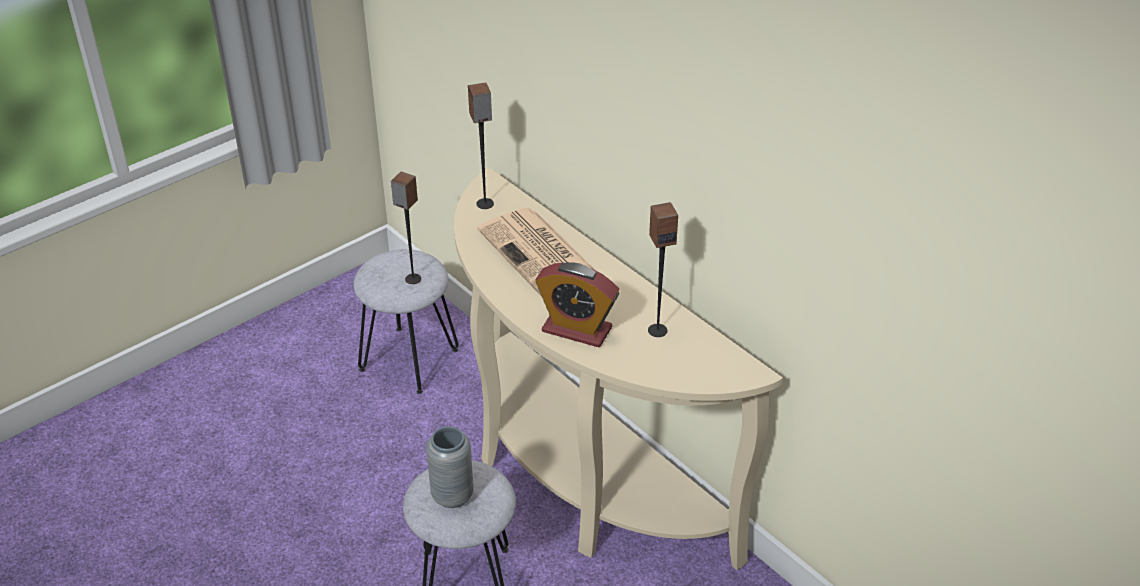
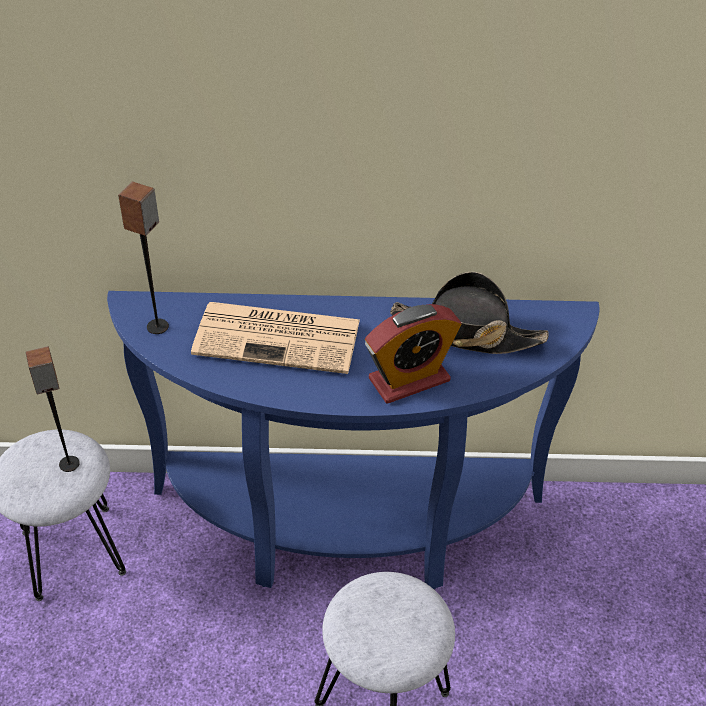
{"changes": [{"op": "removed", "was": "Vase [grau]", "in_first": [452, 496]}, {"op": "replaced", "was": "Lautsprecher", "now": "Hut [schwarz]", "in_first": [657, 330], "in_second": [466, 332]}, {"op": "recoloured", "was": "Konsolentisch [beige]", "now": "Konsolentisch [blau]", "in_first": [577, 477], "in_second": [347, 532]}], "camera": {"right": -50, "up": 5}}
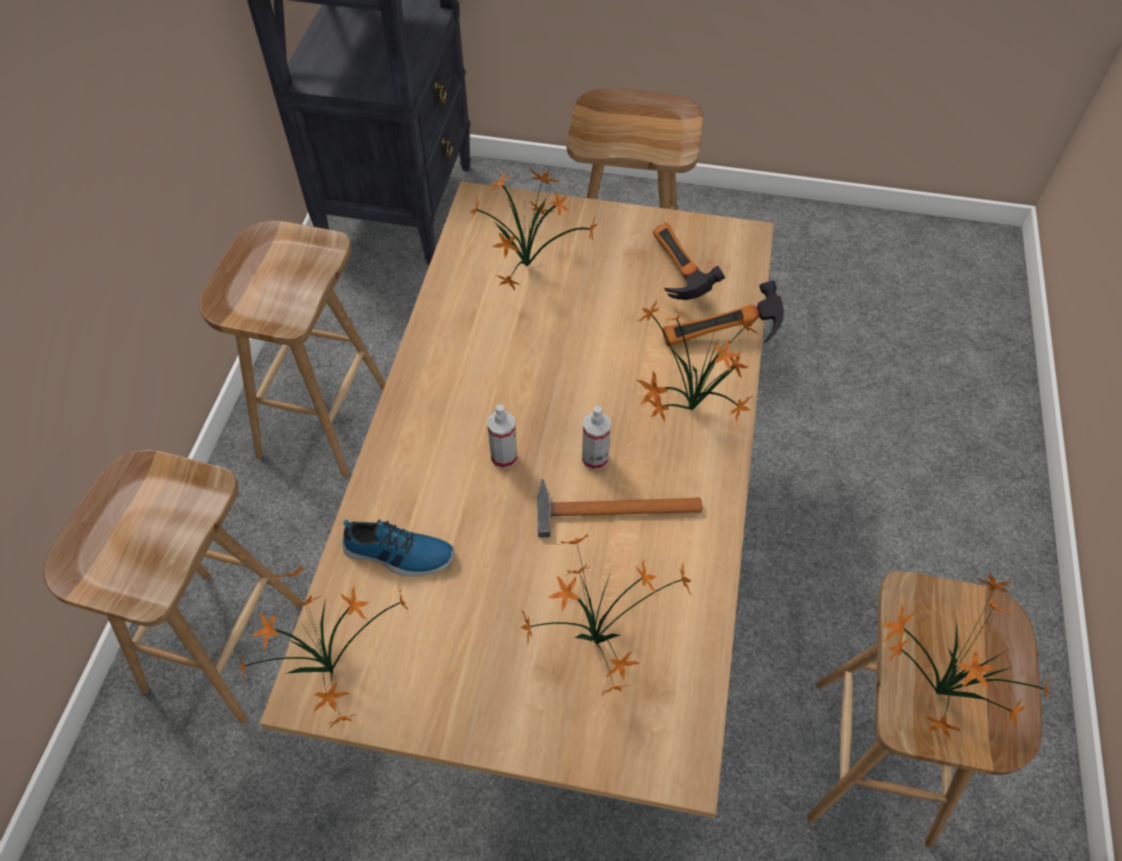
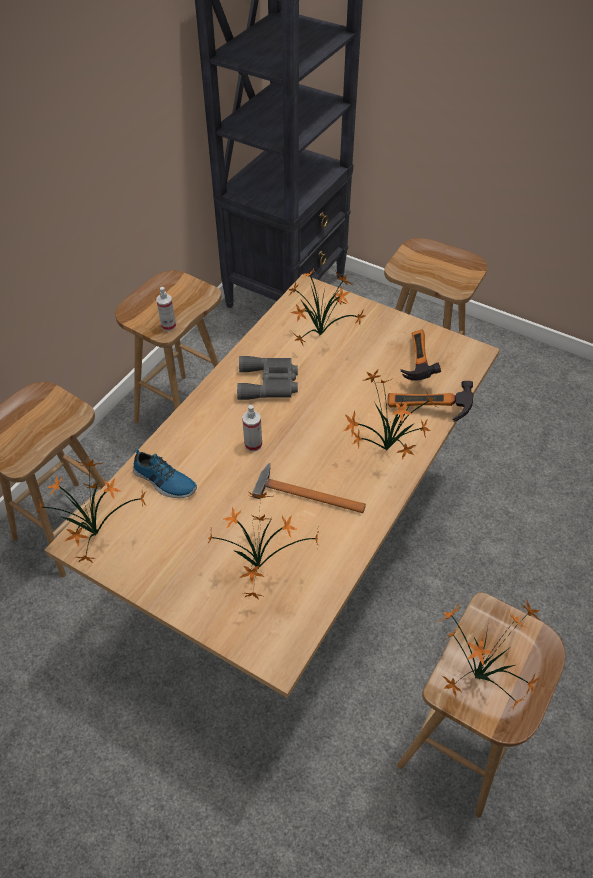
{"changes": [{"op": "added", "now": "Fernglas [grau]", "in_second": [269, 383]}, {"op": "moved", "was": "Sprühflasche", "in_first": [595, 459], "in_second": [168, 326]}], "camera": {"right": 20, "up": -5}}
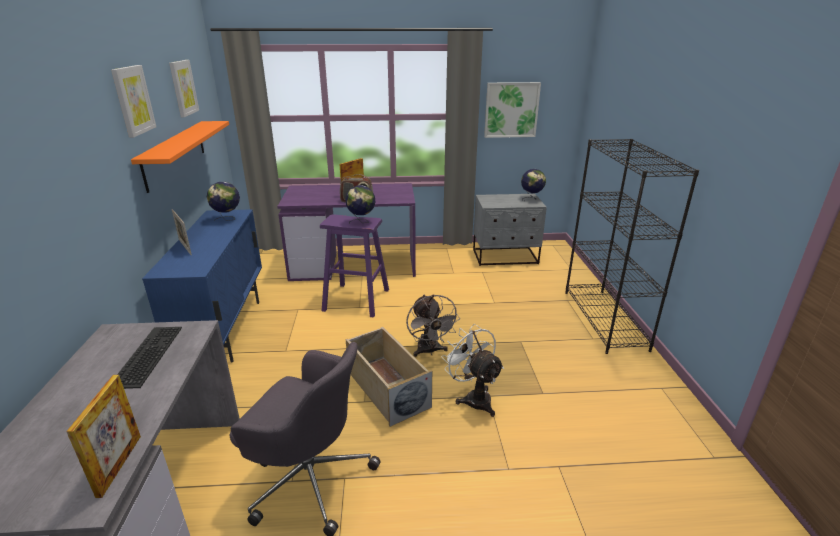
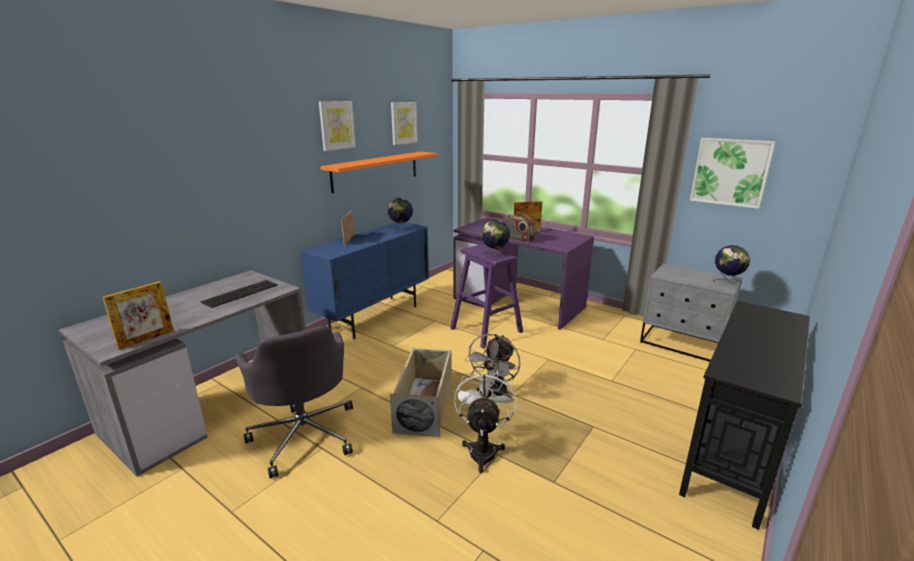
{"changes": [{"op": "replaced", "was": "Bücherregal [schwarz]", "now": "Konsolentisch [schwarz]", "in_first": [604, 320], "in_second": [732, 453]}], "camera": {"right": 40, "up": -5}}
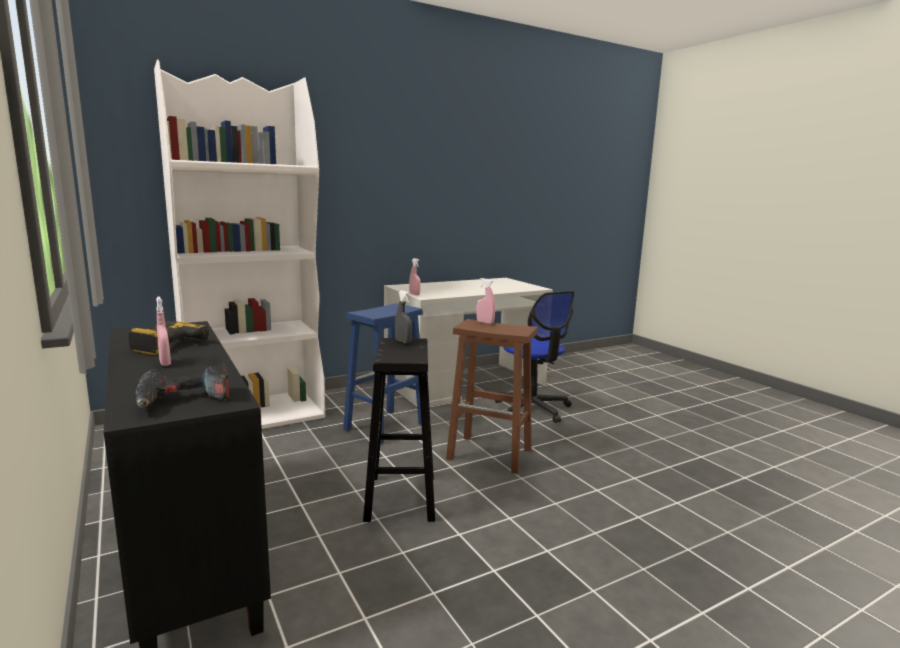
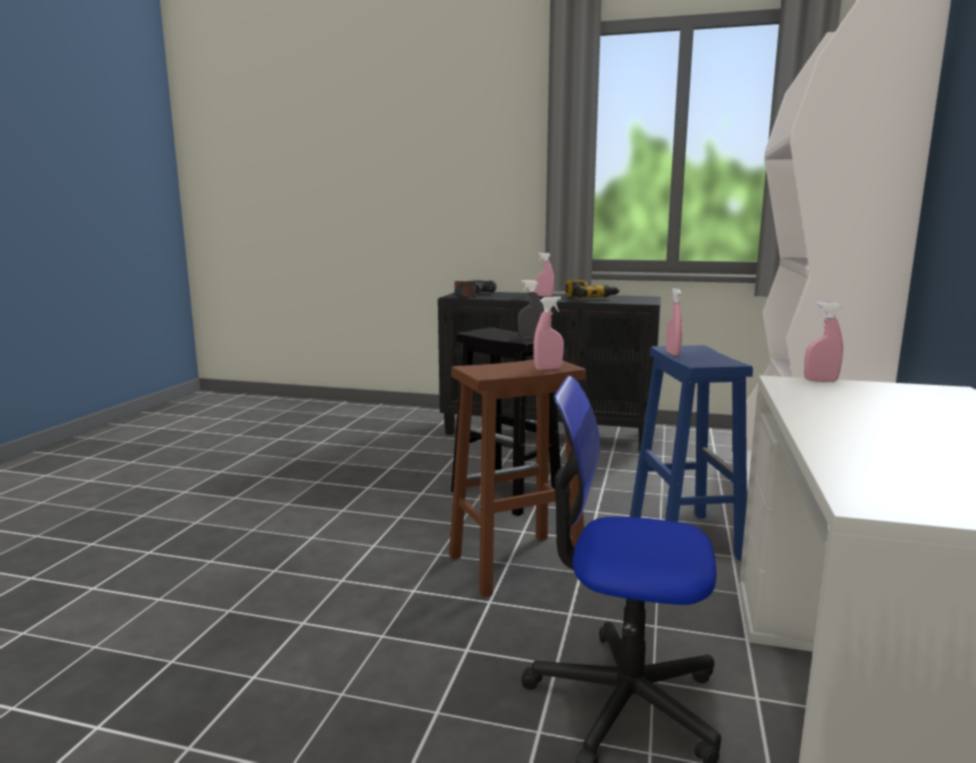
{"changes": [{"op": "added", "now": "Sprühflasche [rosa]", "in_second": [672, 353]}], "camera": {"right": 135, "up": 0}}
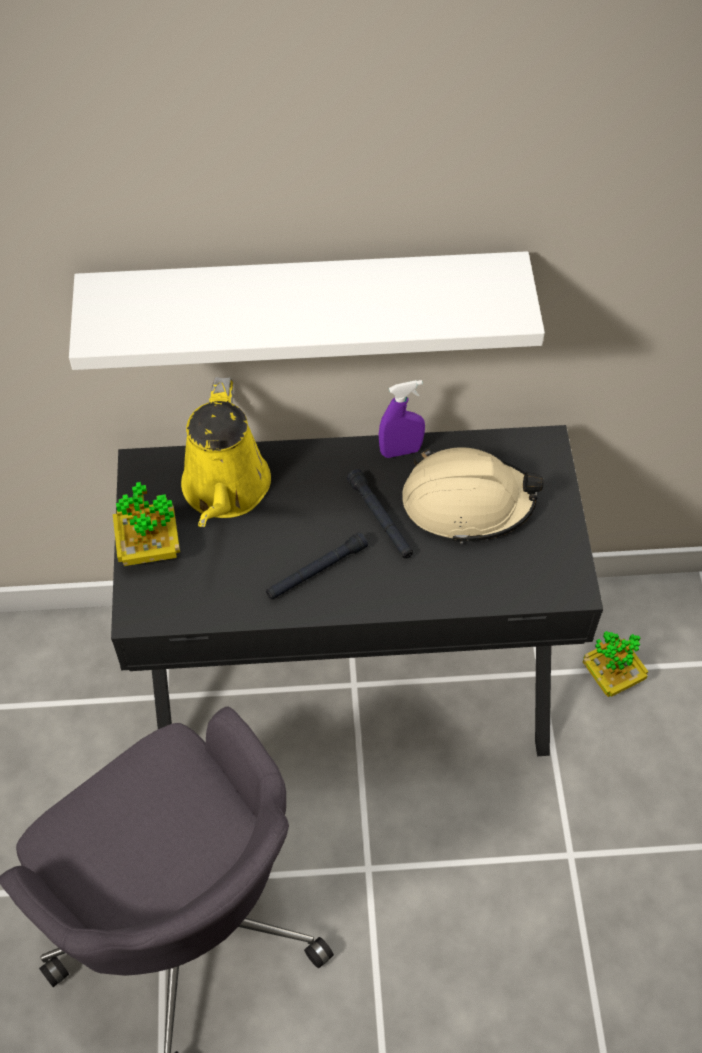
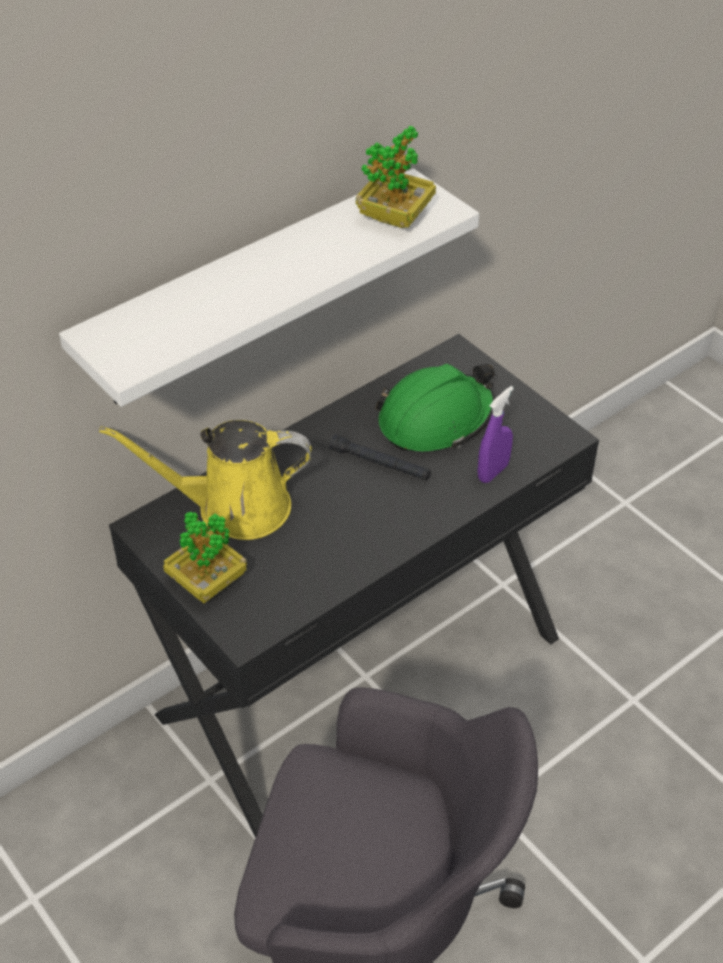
{"changes": [{"op": "removed", "was": "Taschenlampe [schwarz]", "in_first": [316, 571]}, {"op": "moved", "was": "Sprühflasche [lila]", "in_first": [400, 451], "in_second": [493, 472]}, {"op": "moved", "was": "Topfpflanze", "in_first": [611, 676], "in_second": [395, 217]}, {"op": "recoloured", "was": "Schutzhelm [beige]", "now": "Schutzhelm [grün]", "in_first": [467, 502], "in_second": [436, 419]}, {"op": "turned", "was": "Gießkanne [gelb]", "in_first": [225, 490], "in_second": [234, 507], "clockwise": 120}], "camera": {"right": -35, "up": -10}}
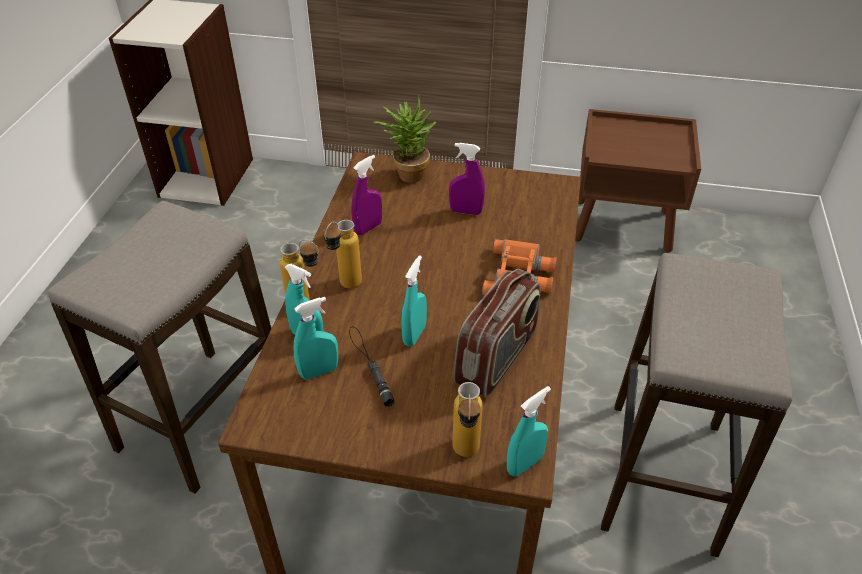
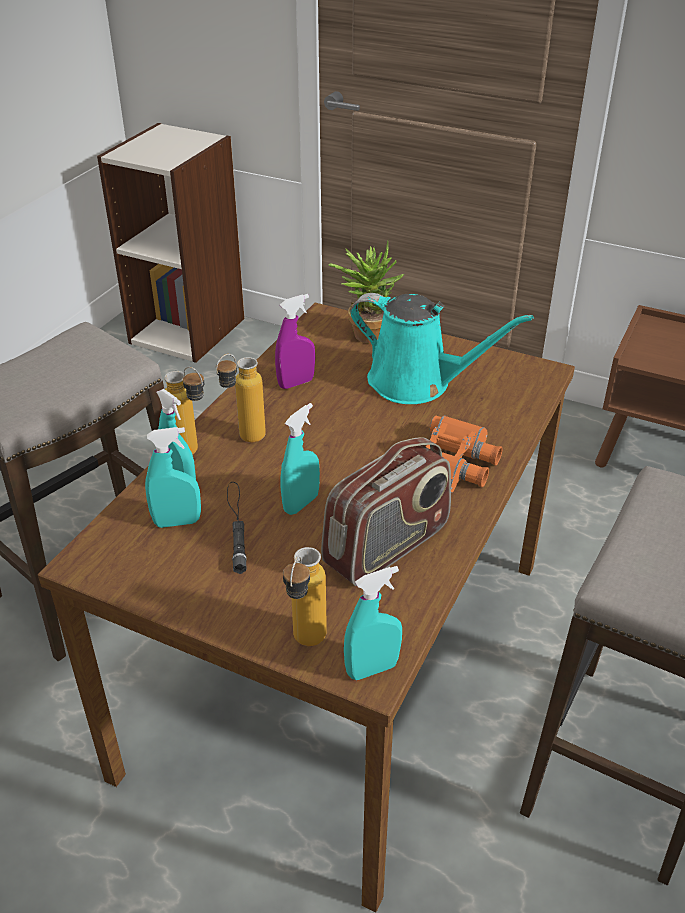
{"changes": [{"op": "replaced", "was": "Sprühflasche [lila]", "now": "Gießkanne [türkis]", "in_first": [466, 211], "in_second": [417, 383]}], "camera": {"right": 15, "up": -5}}
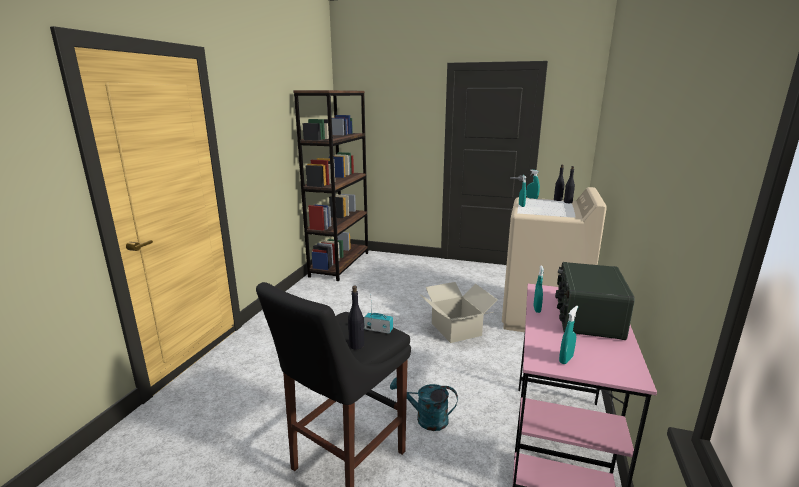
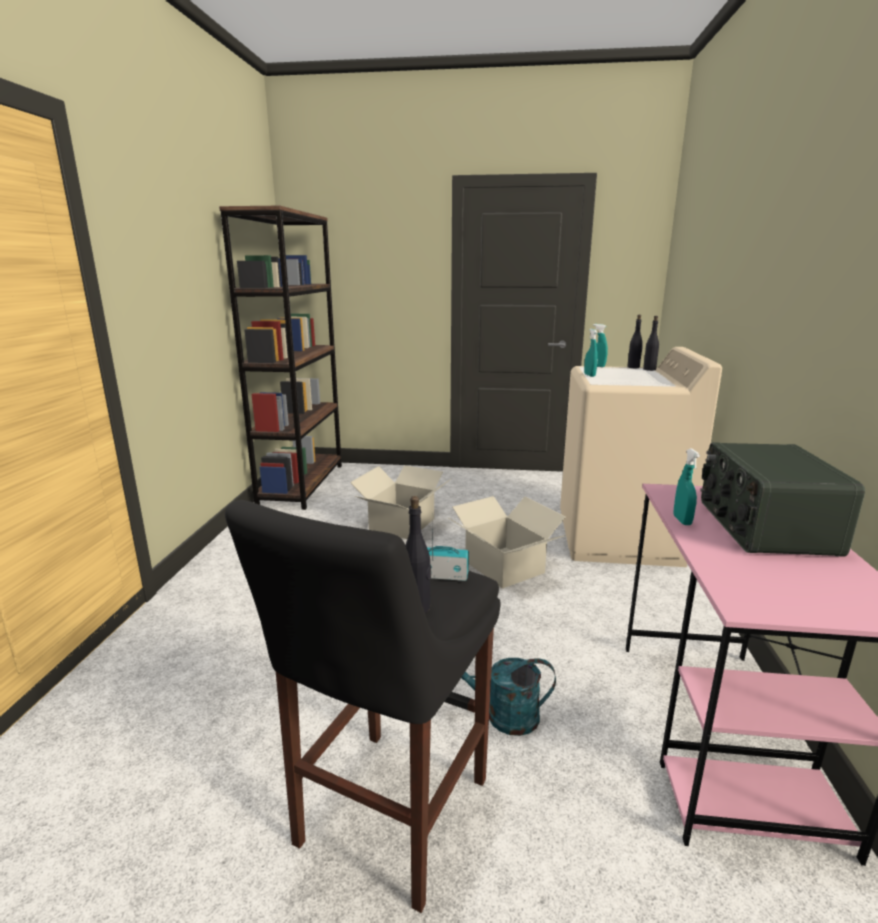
{"changes": [{"op": "removed", "was": "Sprühflasche [türkis]", "in_first": [566, 359]}, {"op": "added", "now": "Karton", "in_second": [403, 524]}], "camera": {"right": -10, "up": 0}}
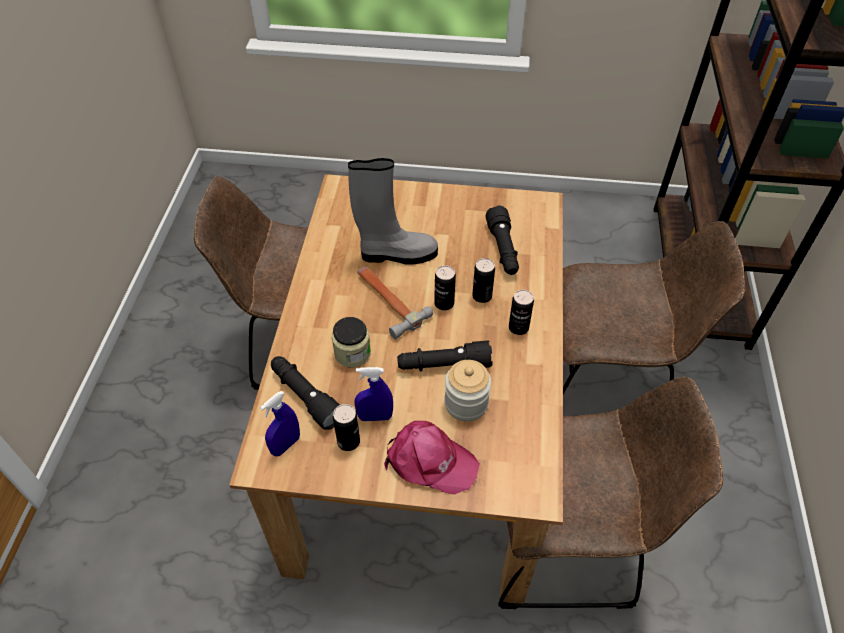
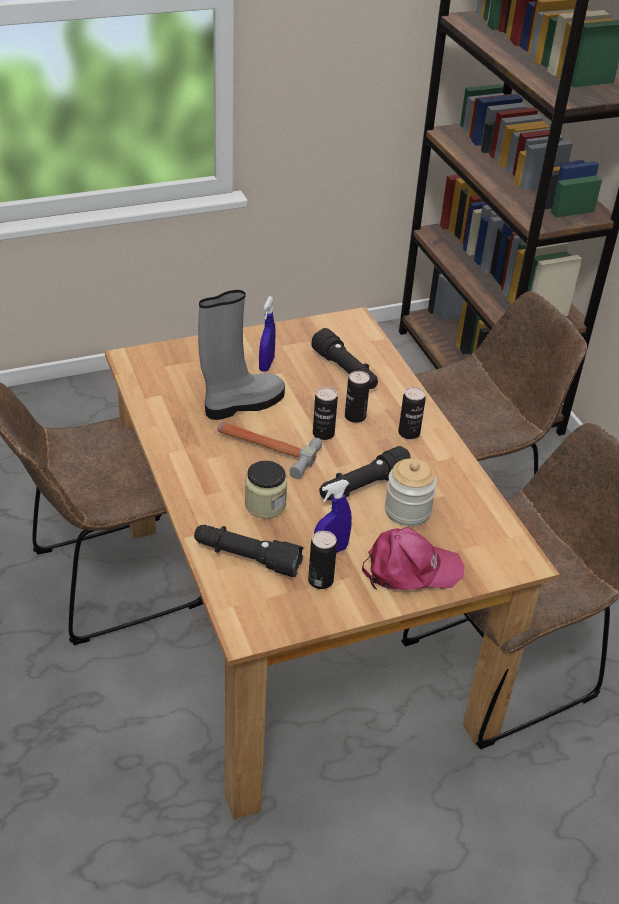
{"changes": [{"op": "moved", "was": "Sprühflasche [blau]", "in_first": [286, 445], "in_second": [266, 364]}], "camera": {"right": -30, "up": -10}}
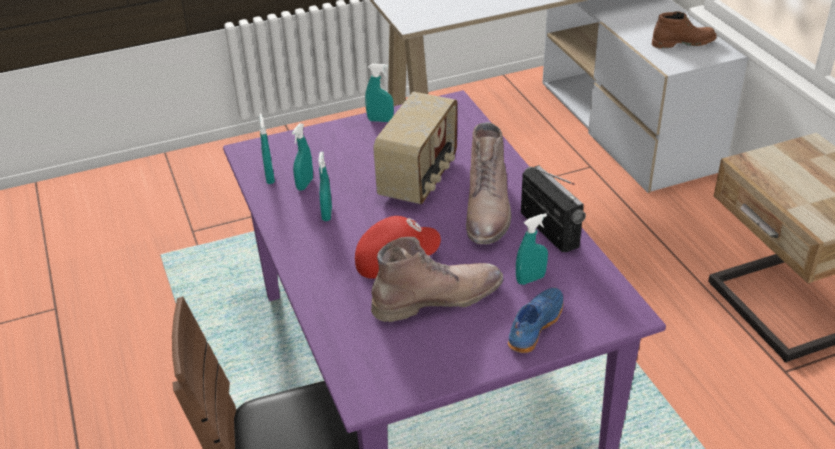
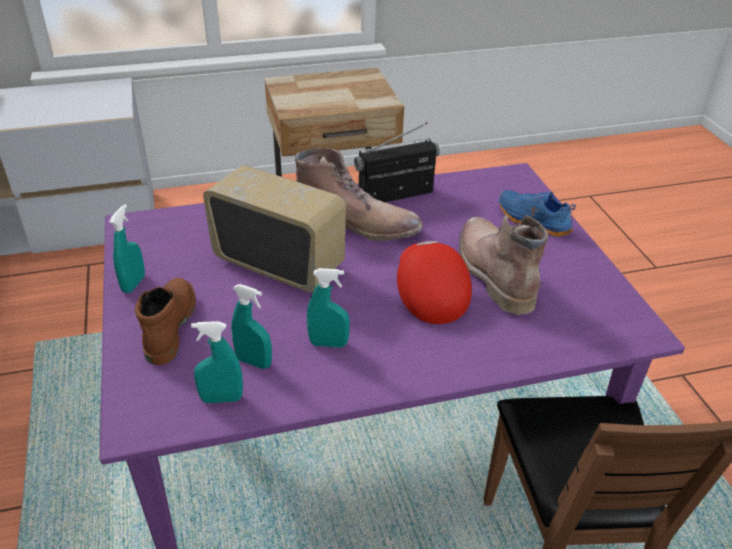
{"changes": [{"op": "removed", "was": "Sprühflasche [türkis]", "in_first": [530, 279]}, {"op": "moved", "was": "Stiefel [braun]", "in_first": [683, 42], "in_second": [168, 326]}], "camera": {"right": -85, "up": 0}}
